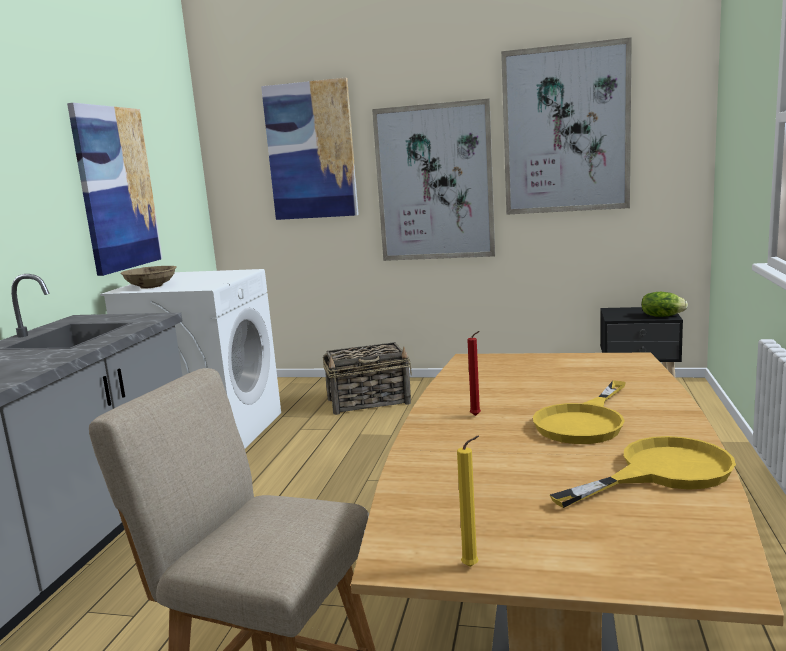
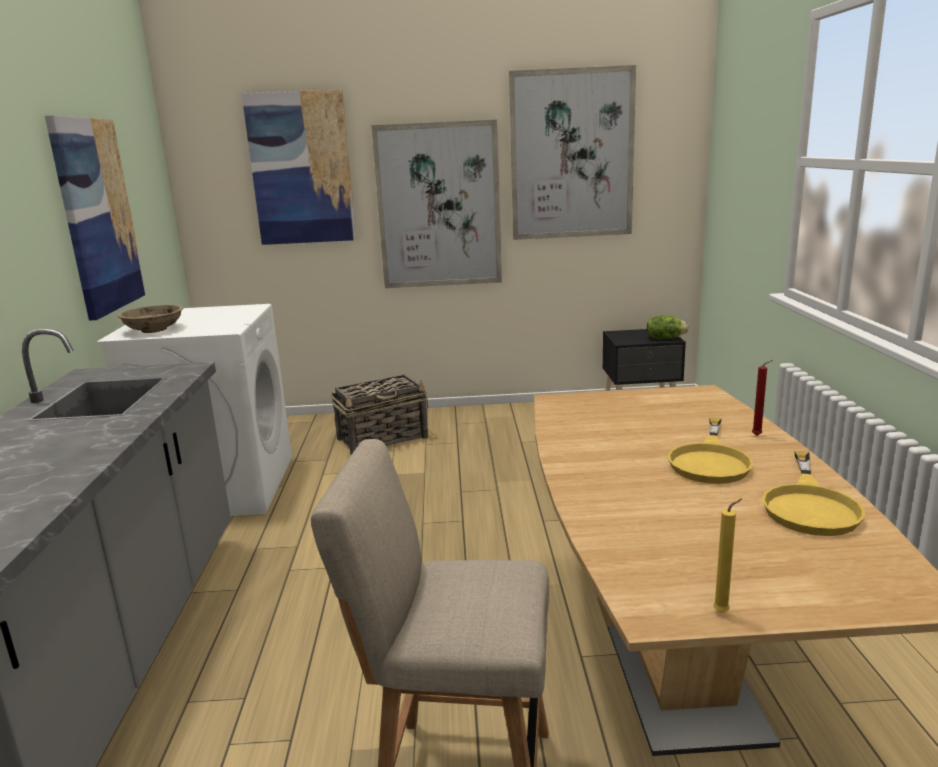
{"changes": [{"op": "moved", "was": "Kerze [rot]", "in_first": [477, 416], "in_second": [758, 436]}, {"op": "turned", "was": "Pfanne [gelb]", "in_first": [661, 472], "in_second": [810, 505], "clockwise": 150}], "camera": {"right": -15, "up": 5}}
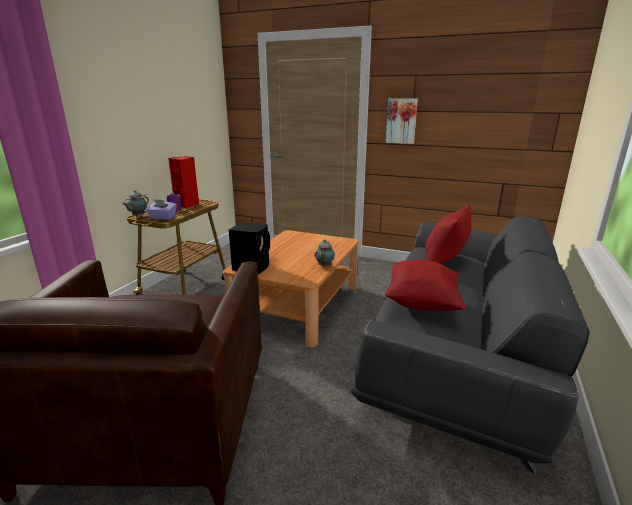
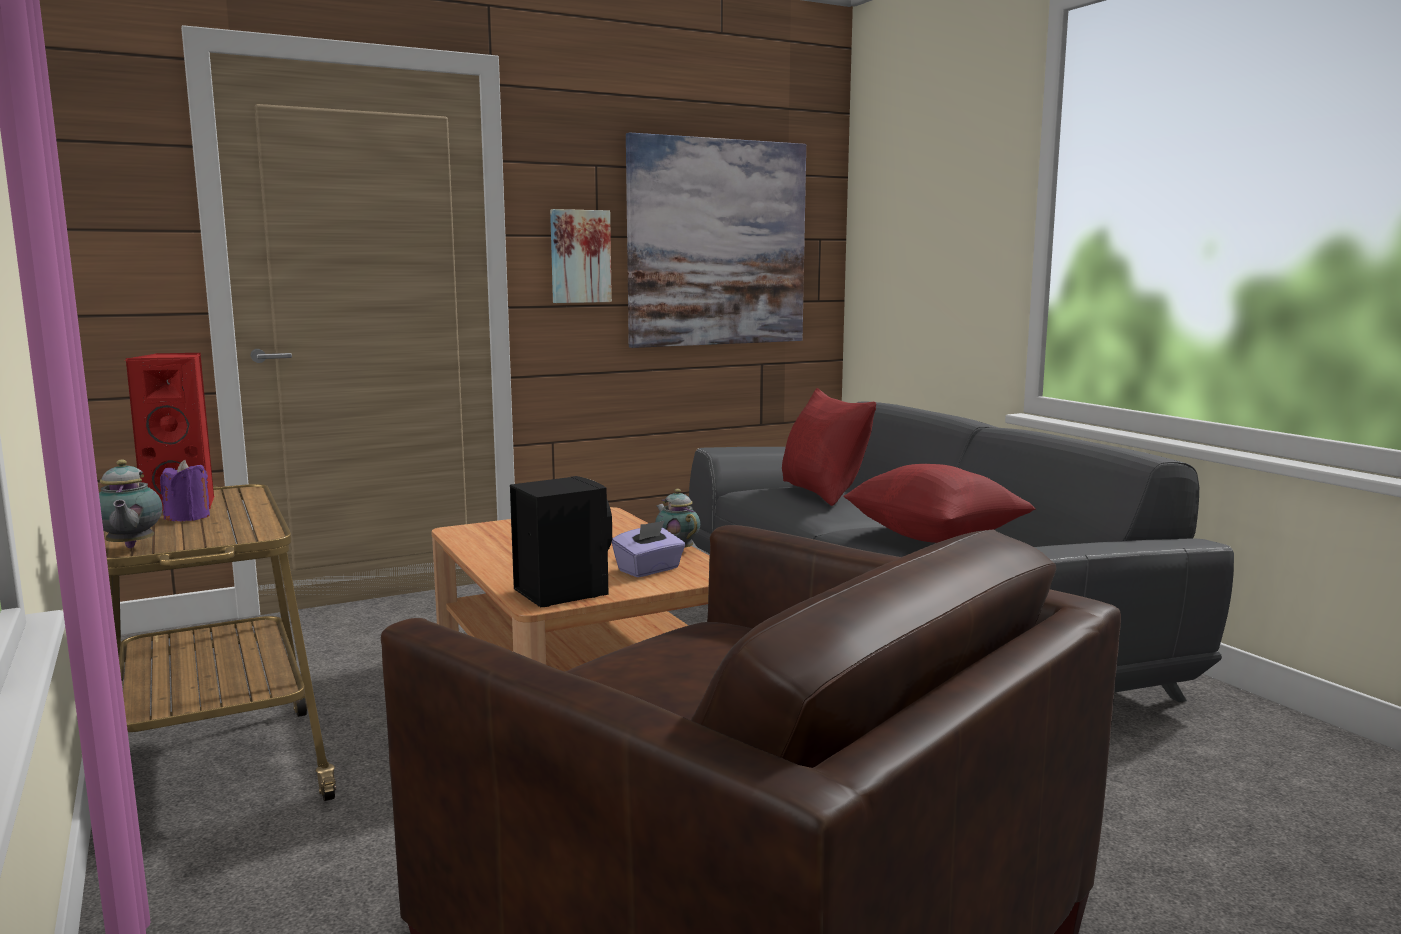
{"changes": [{"op": "added", "now": "Bild", "in_second": [717, 243]}, {"op": "moved", "was": "Taschentuchbox [lila]", "in_first": [162, 218], "in_second": [649, 570]}], "camera": {"right": -50, "up": -10}}
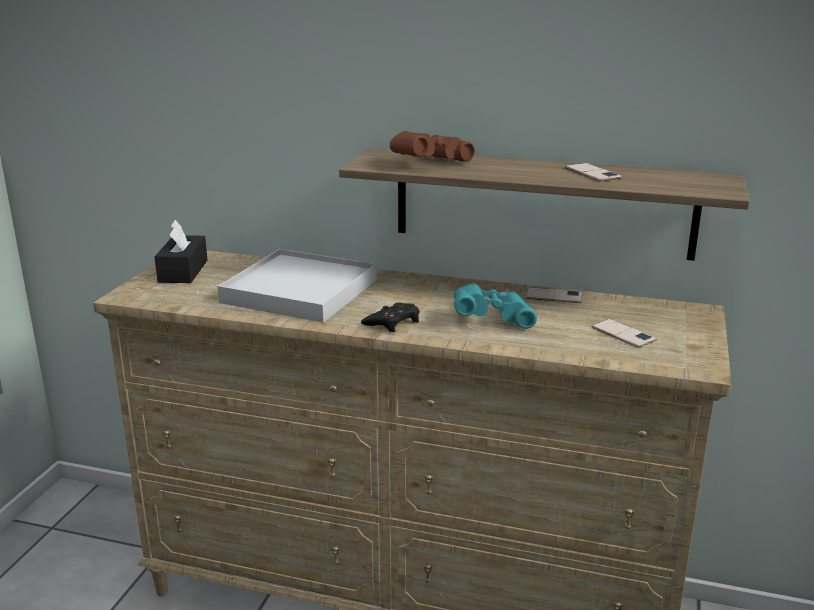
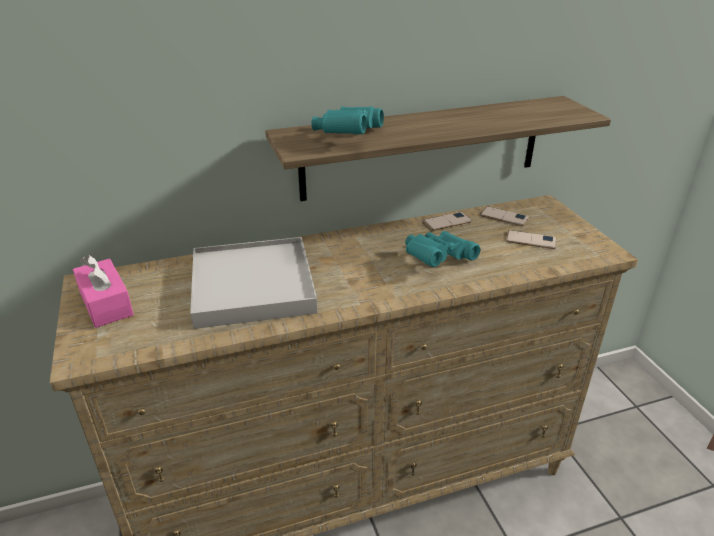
{"changes": [{"op": "removed", "was": "Gamepad [schwarz]", "in_first": [393, 322]}, {"op": "moved", "was": "Handy", "in_first": [592, 173], "in_second": [504, 216]}, {"op": "recoloured", "was": "Taschentuchbox [schwarz]", "now": "Taschentuchbox [rosa]", "in_first": [183, 271], "in_second": [106, 304]}, {"op": "recoloured", "was": "Fernglas [braun]", "now": "Fernglas [türkis]", "in_first": [427, 163], "in_second": [347, 136]}], "camera": {"right": -35, "up": 10}}
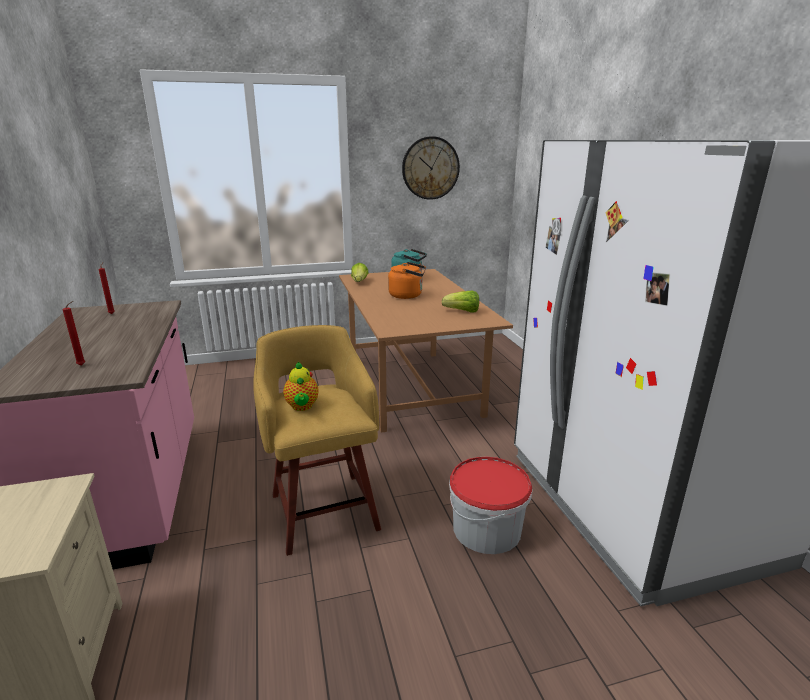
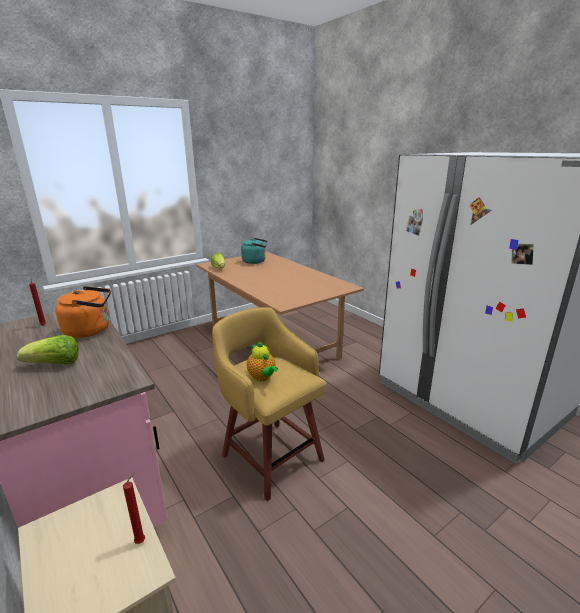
{"changes": [{"op": "removed", "was": "Wanduhr", "in_first": [430, 168]}, {"op": "removed", "was": "Eimer", "in_first": [487, 528]}, {"op": "moved", "was": "Kerze [rot]", "in_first": [83, 365], "in_second": [142, 540]}, {"op": "moved", "was": "Wasserkessel [orange]", "in_first": [408, 295], "in_second": [91, 330]}, {"op": "moved", "was": "Salatkopf", "in_first": [462, 311], "in_second": [55, 364]}], "camera": {"right": -20, "up": 0}}
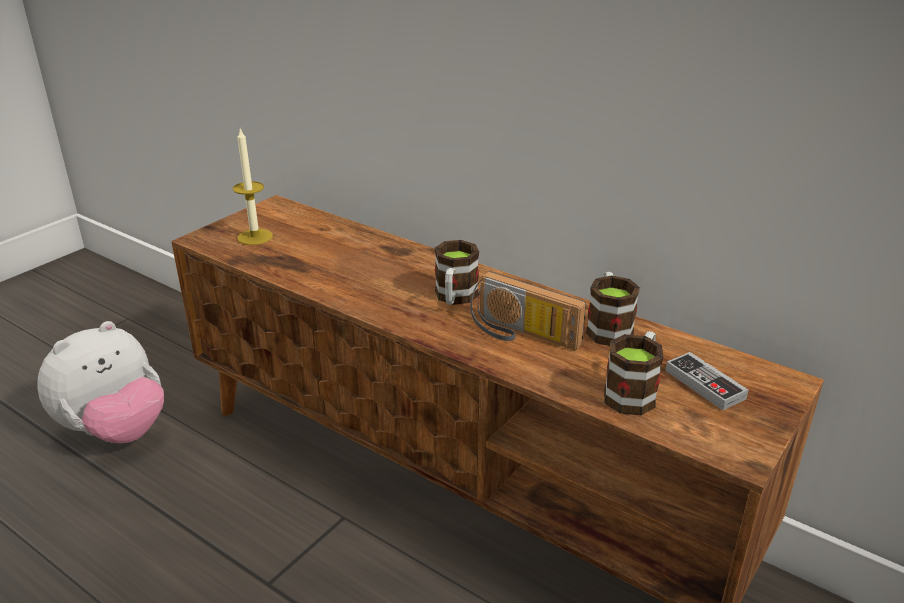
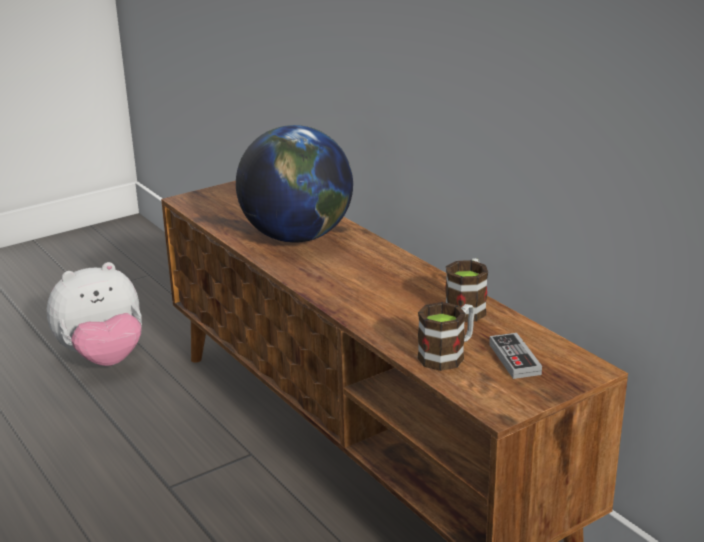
{"changes": [{"op": "removed", "was": "Kerze", "in_first": [255, 237]}, {"op": "removed", "was": "Henkelbecher", "in_first": [454, 298]}, {"op": "removed", "was": "Radio", "in_first": [520, 334]}, {"op": "added", "now": "Globus", "in_second": [297, 237]}], "camera": {"right": 20, "up": -5}}
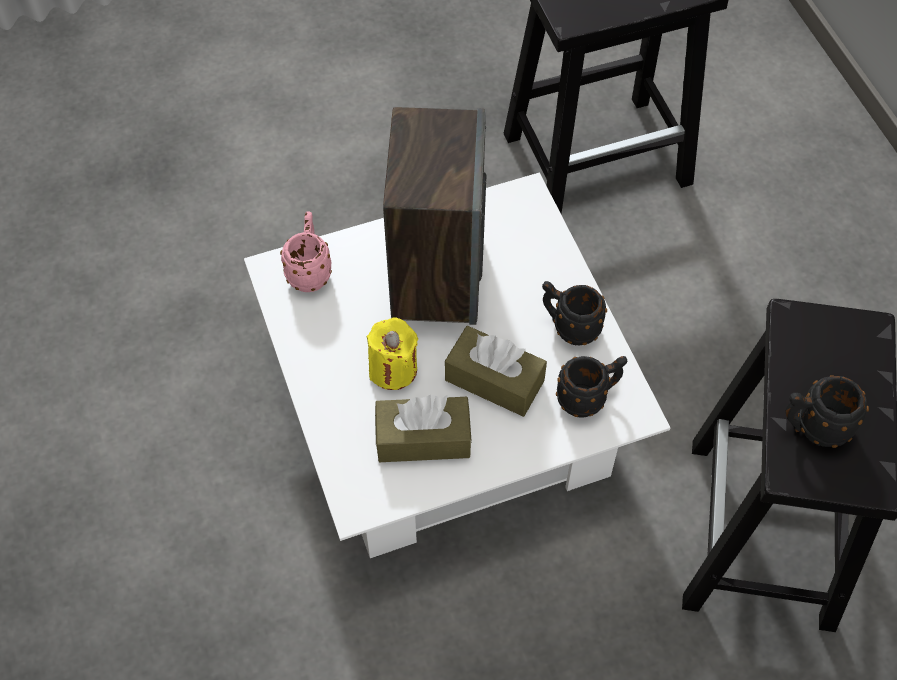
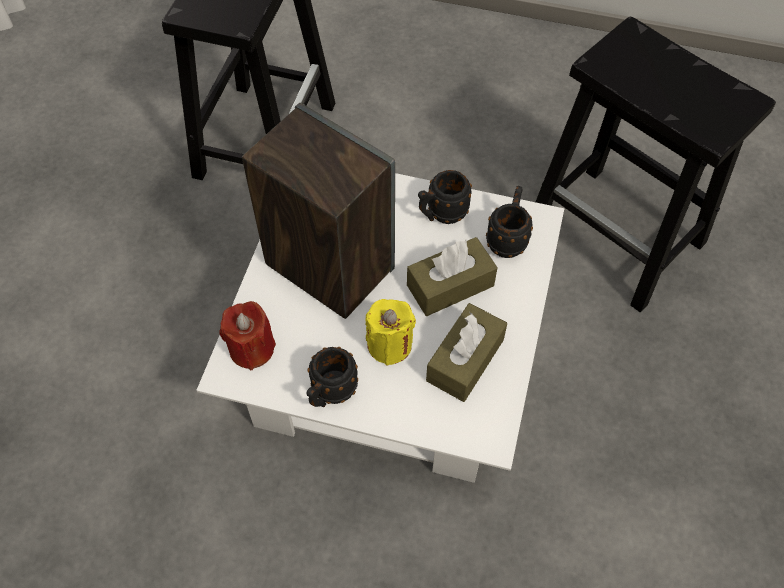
{"changes": [{"op": "moved", "was": "Henkelbecher [schwarz]", "in_first": [813, 428], "in_second": [330, 393]}, {"op": "replaced", "was": "Henkelbecher [rosa]", "now": "Kerze [rot]", "in_first": [310, 270], "in_second": [251, 348]}], "camera": {"right": -55, "up": 0}}
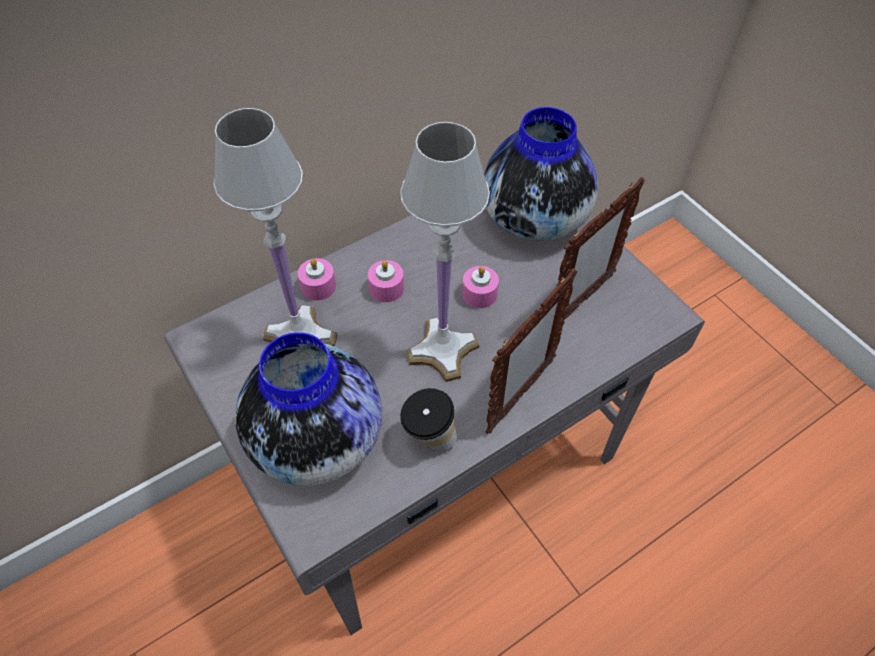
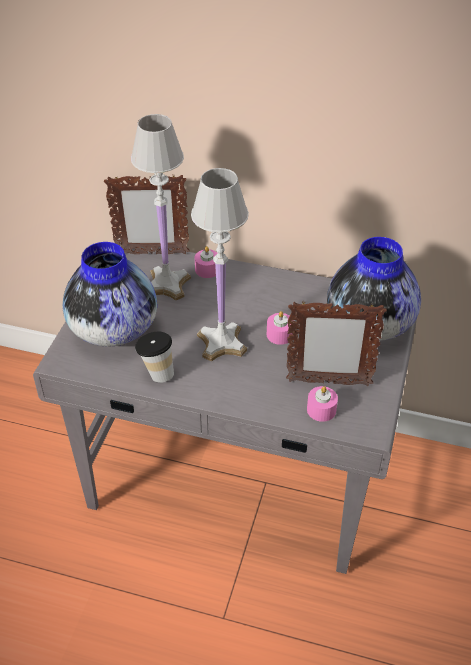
{"changes": [{"op": "moved", "was": "Kerze [rosa]", "in_first": [386, 288], "in_second": [321, 410]}, {"op": "moved", "was": "Bilderrahmen", "in_first": [519, 396], "in_second": [151, 253]}], "camera": {"right": 50, "up": -10}}
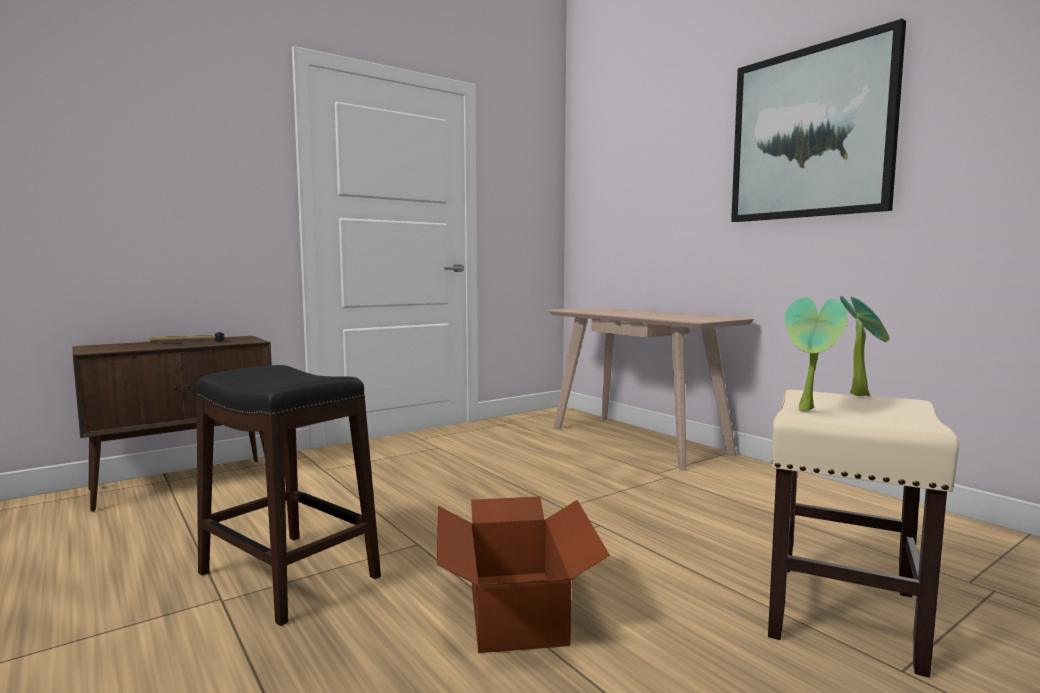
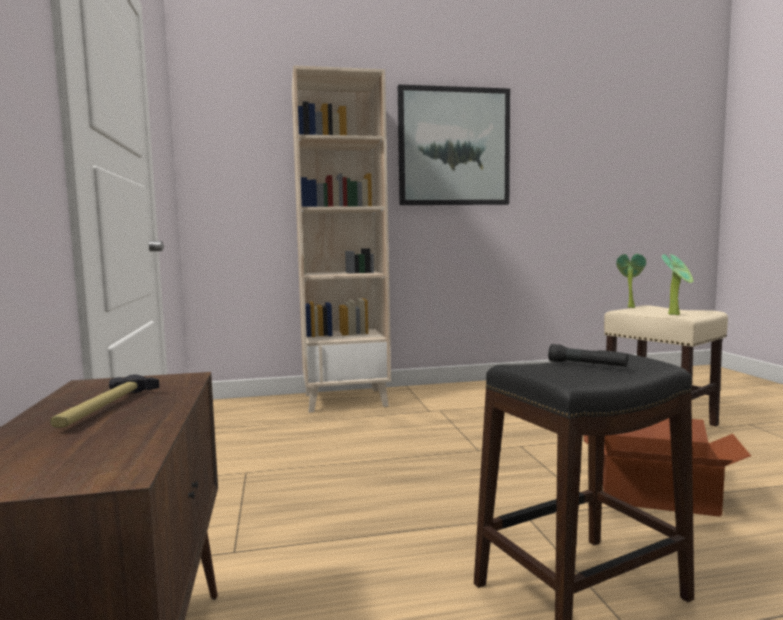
{"changes": [{"op": "added", "now": "Taschenlampe [schwarz]", "in_second": [587, 365]}, {"op": "replaced", "was": "Konsolentisch [beige]", "now": "Bücherregal [beige]", "in_first": [638, 440], "in_second": [346, 400]}], "camera": {"right": -65, "up": 0}}
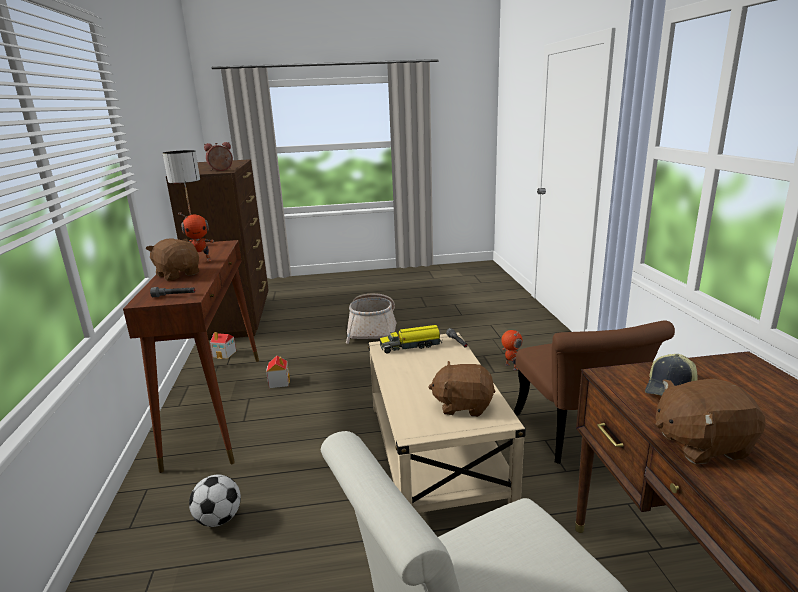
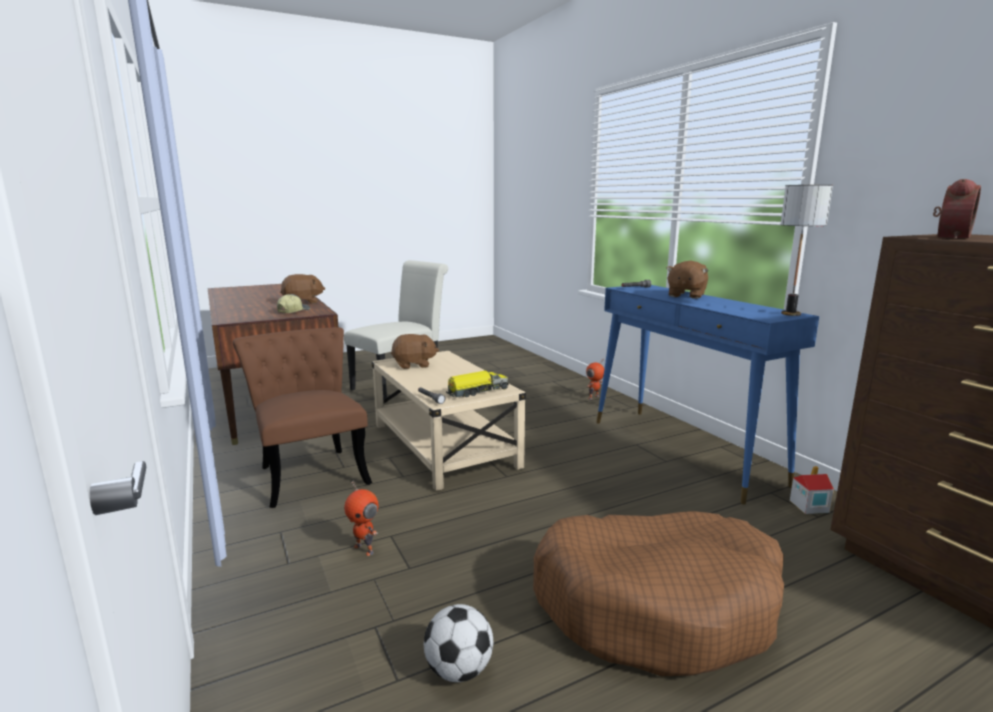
{"changes": [{"op": "removed", "was": "Spielzeughaus", "in_first": [279, 382]}, {"op": "moved", "was": "Spielzeugroboter", "in_first": [201, 261], "in_second": [594, 397]}, {"op": "moved", "was": "Fußball", "in_first": [219, 519], "in_second": [459, 670]}, {"op": "replaced", "was": "Korb", "now": "Hundebett [braun]", "in_first": [373, 330], "in_second": [657, 605]}, {"op": "recoloured", "was": "Konsolentisch [braun]", "now": "Konsolentisch [blau]", "in_first": [217, 406], "in_second": [683, 451]}, {"op": "turned", "was": "Plüschtier [braun]", "in_first": [178, 274], "in_second": [685, 295], "clockwise": 90}], "camera": {"right": 160, "up": -5}}
